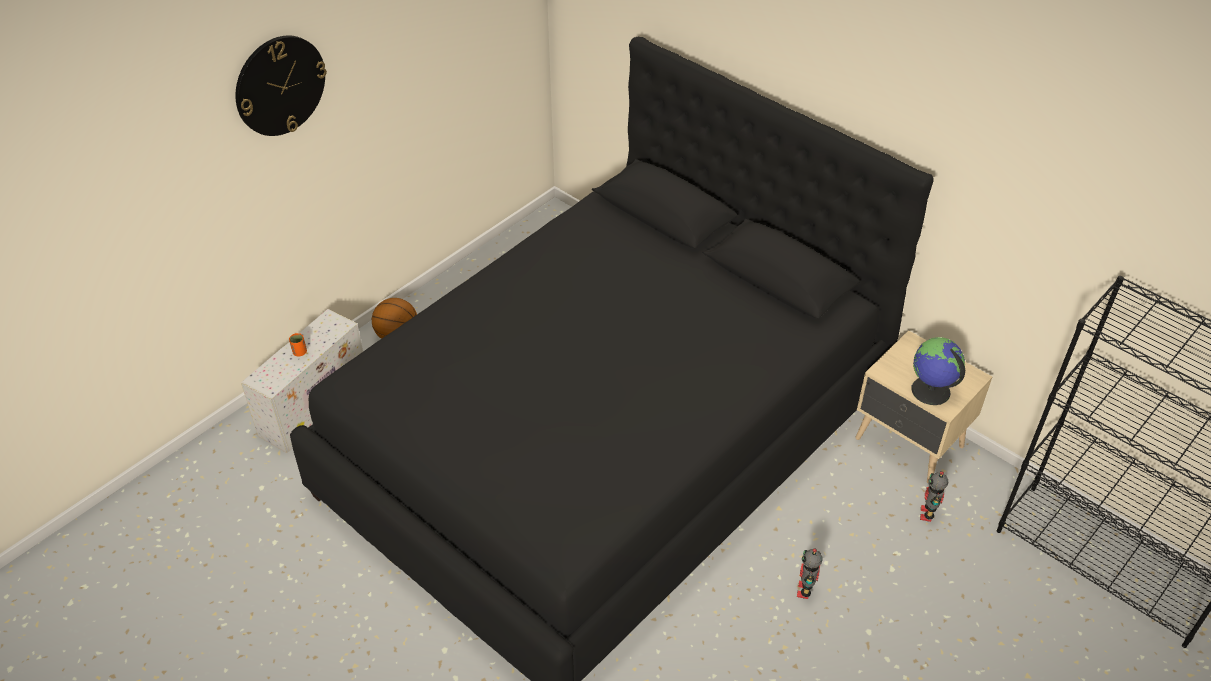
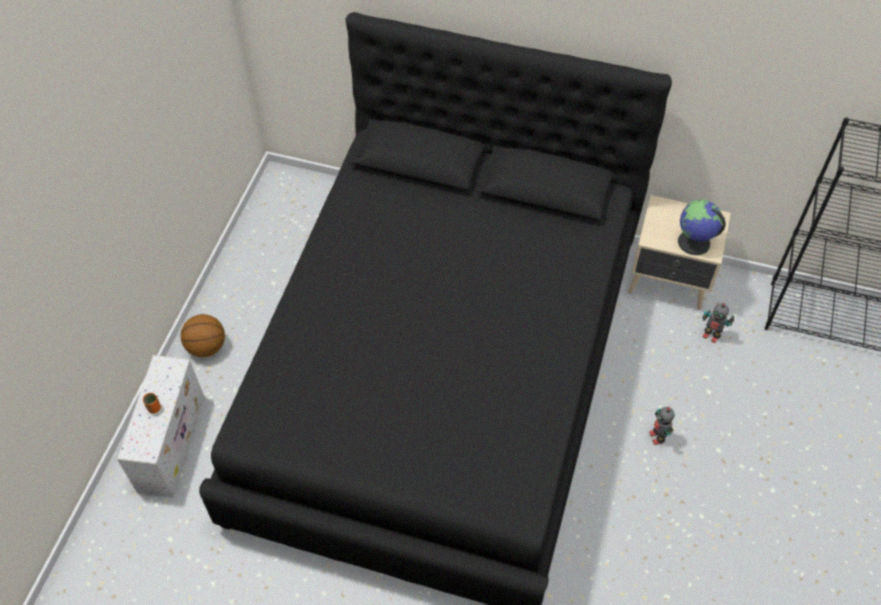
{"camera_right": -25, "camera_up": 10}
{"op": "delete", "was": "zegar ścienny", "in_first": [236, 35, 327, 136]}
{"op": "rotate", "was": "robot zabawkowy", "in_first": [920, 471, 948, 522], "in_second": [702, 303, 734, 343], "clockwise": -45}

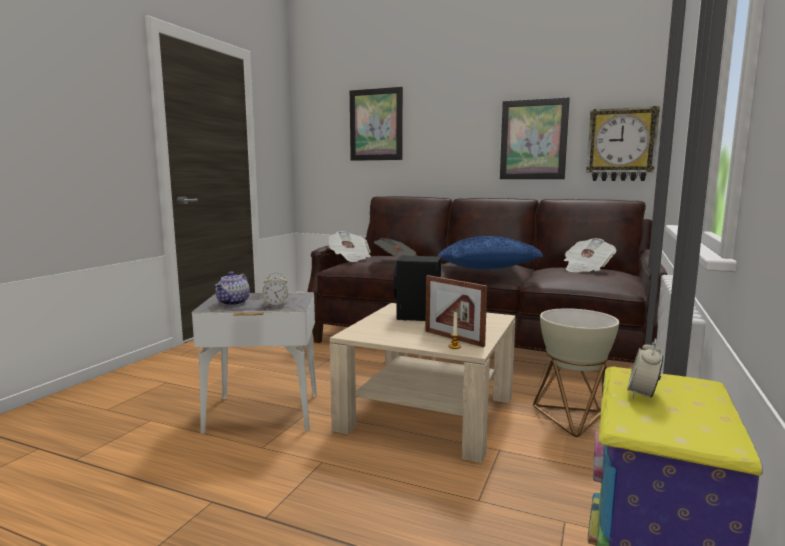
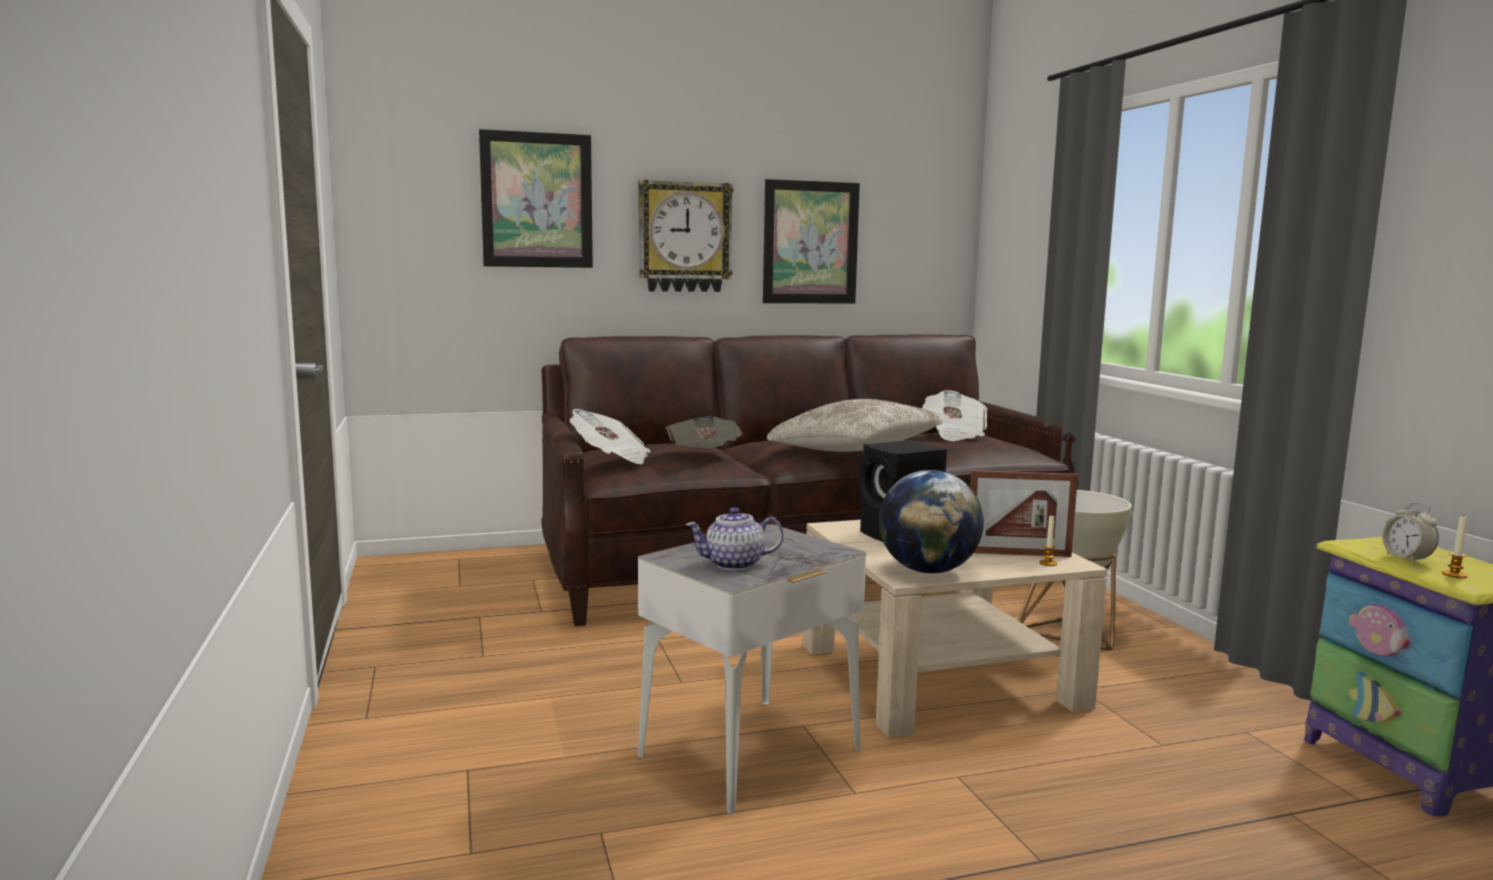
{"camera_right": -40, "camera_up": 0}
{"op": "move", "was": "zegar ścienny", "in_first": [586, 106, 660, 181], "in_second": [638, 180, 734, 292]}
{"op": "recolor", "was": "poduszka [niebieski]", "now": "poduszka [beżowy]", "in_first": [438, 236, 543, 269], "in_second": [767, 399, 943, 452]}
{"op": "rotate", "was": "imbryk", "in_first": [215, 271, 250, 306], "in_second": [685, 507, 784, 570], "clockwise": 105}
{"op": "delete", "was": "budzik", "in_first": [262, 272, 288, 306]}
{"op": "insert", "now": "globus", "in_second": [879, 470, 984, 573]}
{"op": "insert", "now": "świeca", "in_second": [1442, 515, 1468, 578]}

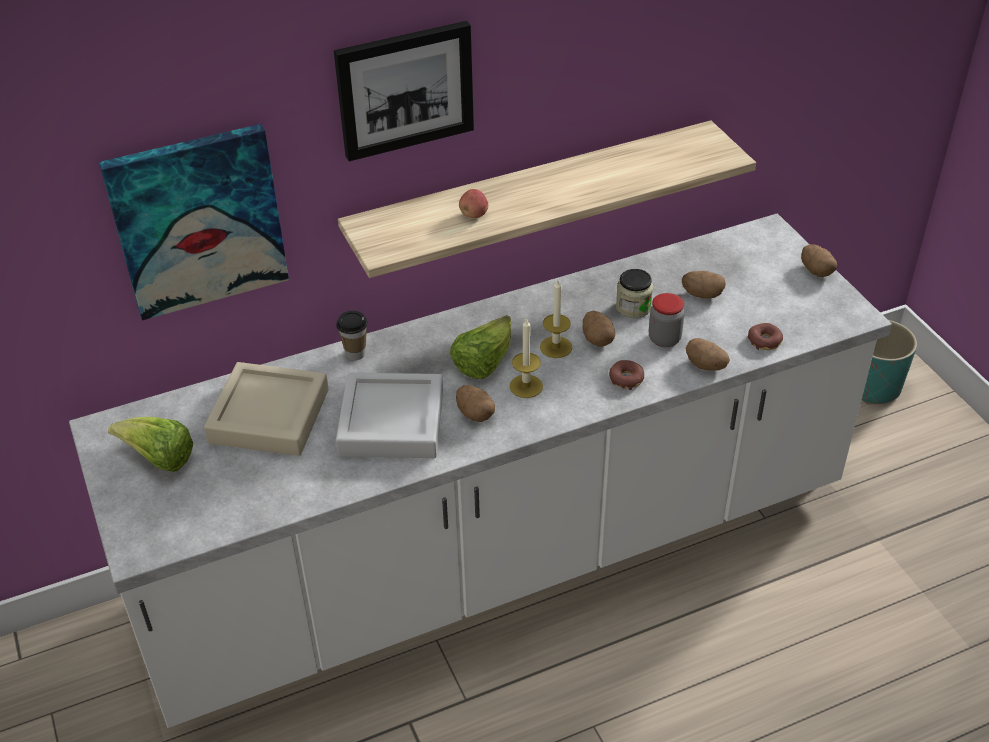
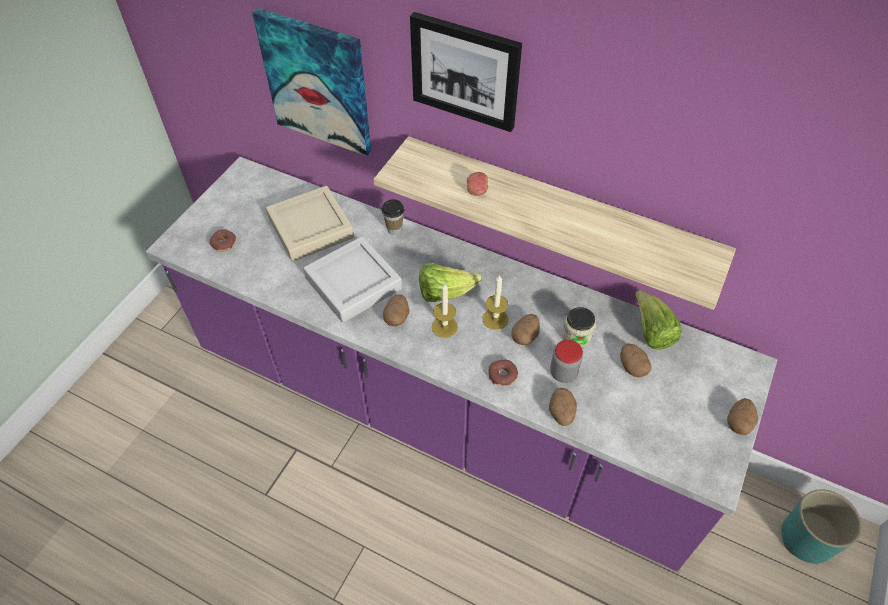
{"camera_right": 50, "camera_up": 10}
{"op": "recolor", "was": "zabudowa kuchenna [biały]", "now": "zabudowa kuchenna [fioletowy]", "in_first": [69, 214, 892, 728], "in_second": [146, 157, 777, 571]}
{"op": "move", "was": "donut", "in_first": [748, 323, 783, 350], "in_second": [210, 229, 236, 251]}
{"op": "move", "was": "sałata", "in_first": [108, 417, 193, 472], "in_second": [635, 290, 682, 350]}

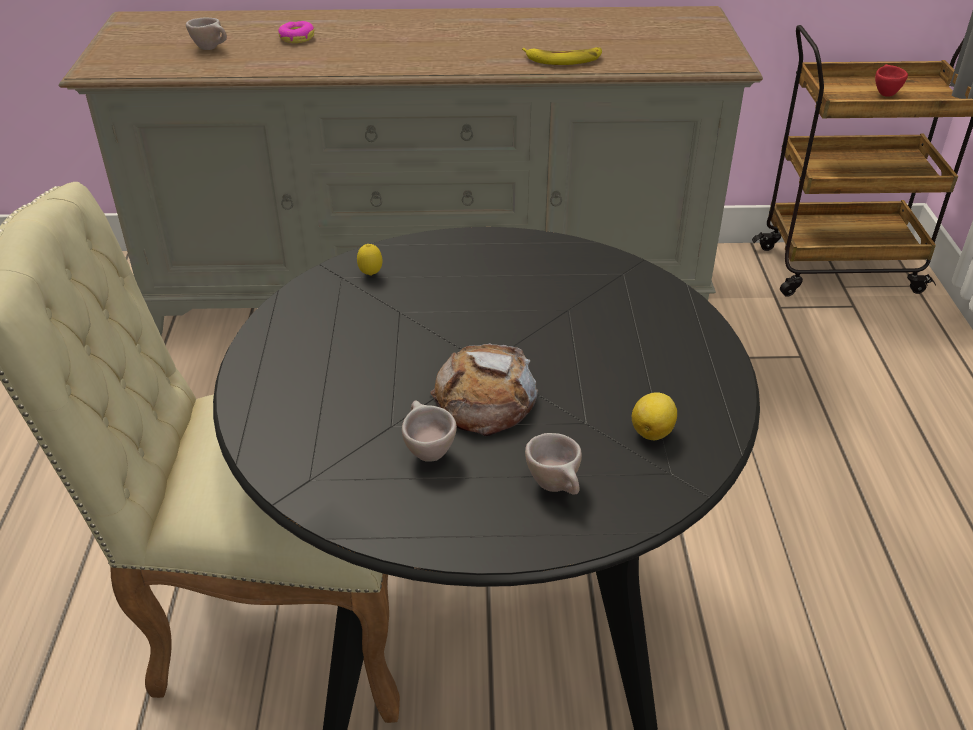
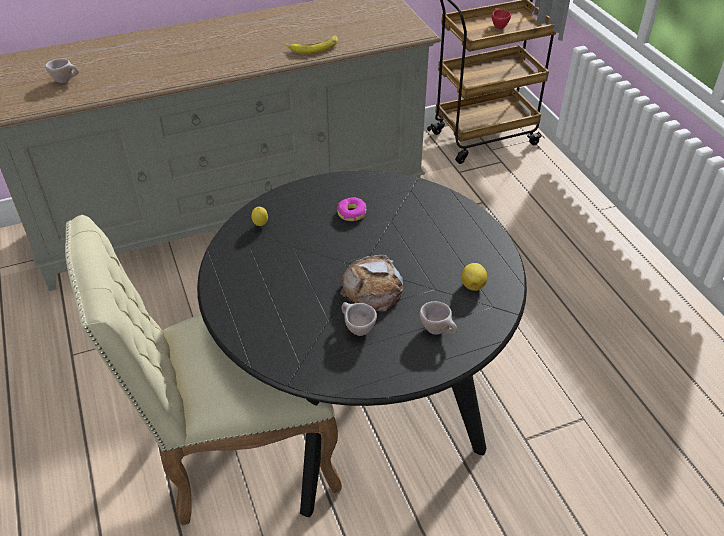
{"camera_right": -20, "camera_up": 5}
{"op": "move", "was": "donut", "in_first": [278, 21, 314, 43], "in_second": [337, 197, 366, 221]}

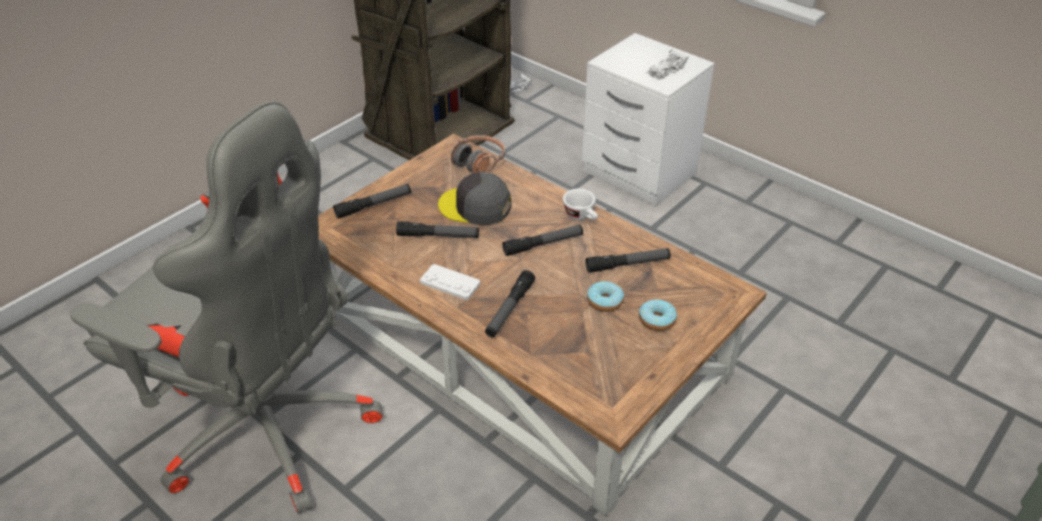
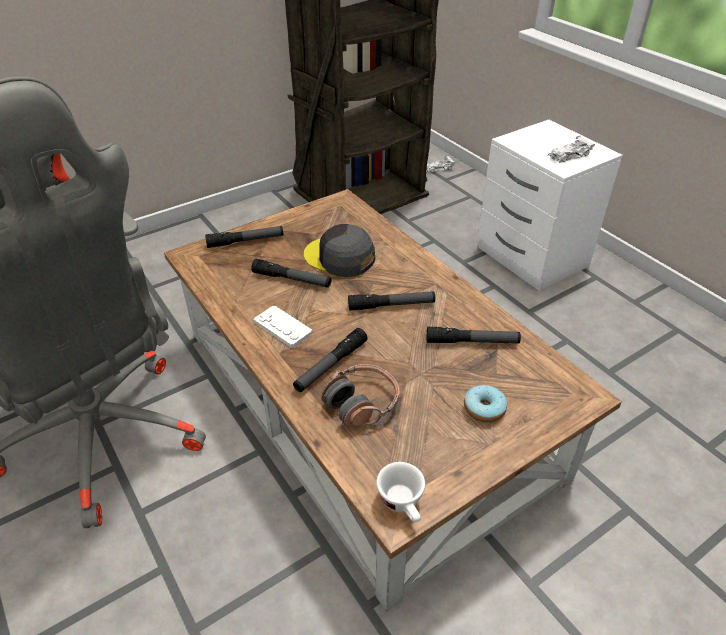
{"camera_right": 15, "camera_up": 0}
{"op": "move", "was": "słuchawki", "in_first": [451, 135, 505, 173], "in_second": [321, 364, 399, 428]}
{"op": "move", "was": "filiżanka [biały]", "in_first": [563, 189, 598, 220], "in_second": [376, 462, 425, 522]}
{"op": "delete", "was": "donut", "in_first": [587, 281, 624, 312]}

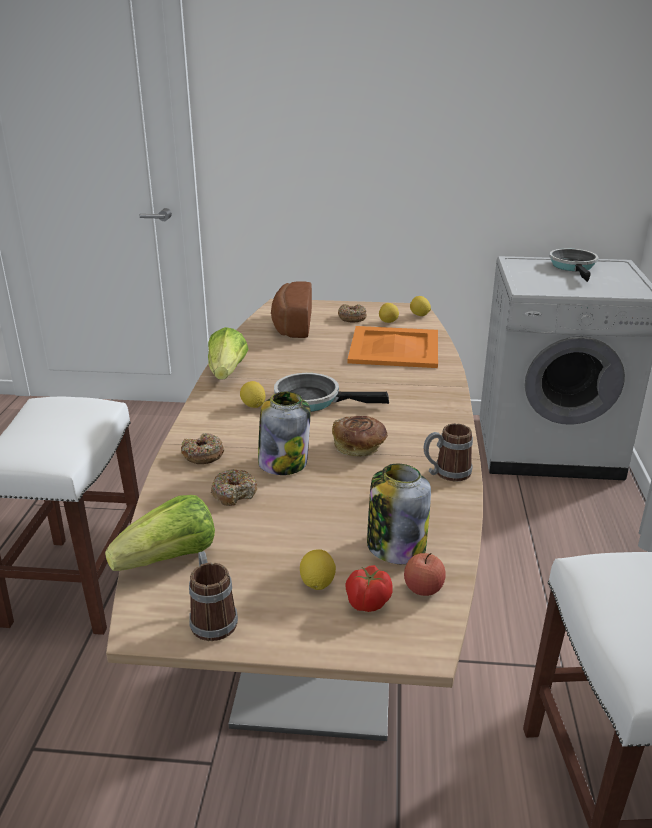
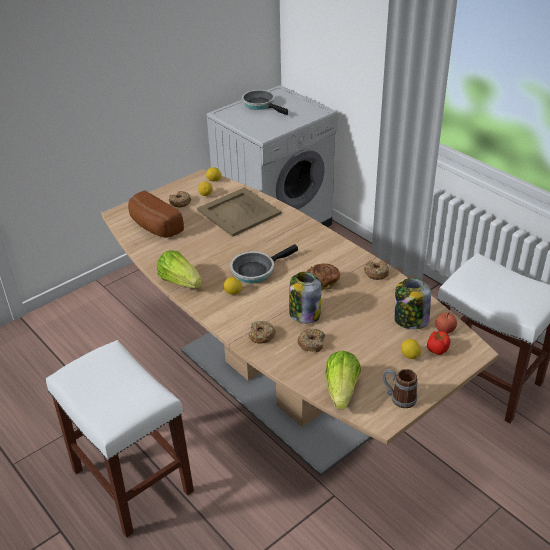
{"camera_right": -45, "camera_up": 10}
{"op": "recolor", "was": "taca [pomarańczowy]", "now": "taca [beżowy]", "in_first": [347, 326, 438, 368], "in_second": [197, 187, 281, 237]}
{"op": "replace", "was": "kubek", "now": "donut", "in_first": [423, 423, 473, 482], "in_second": [364, 260, 389, 280]}

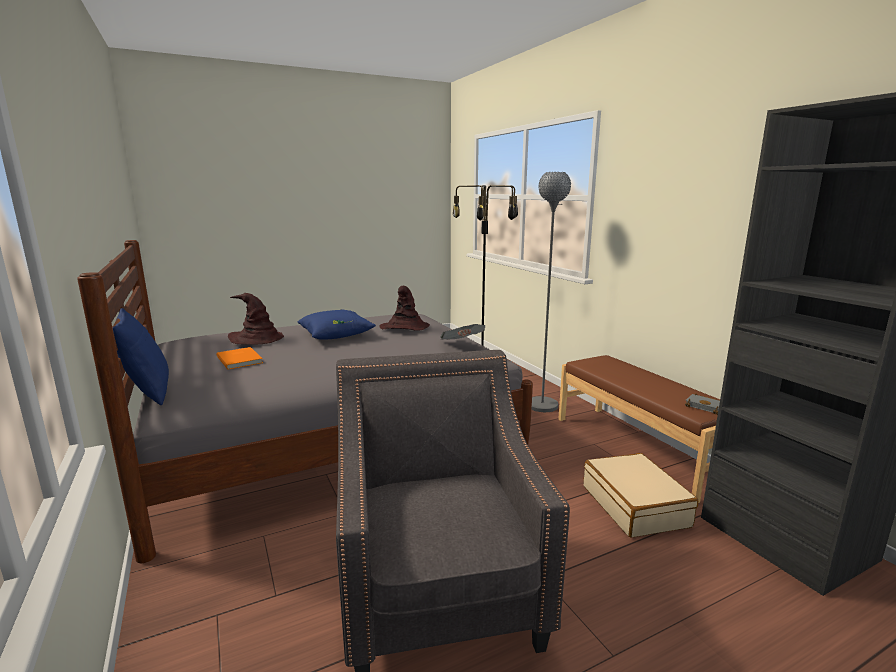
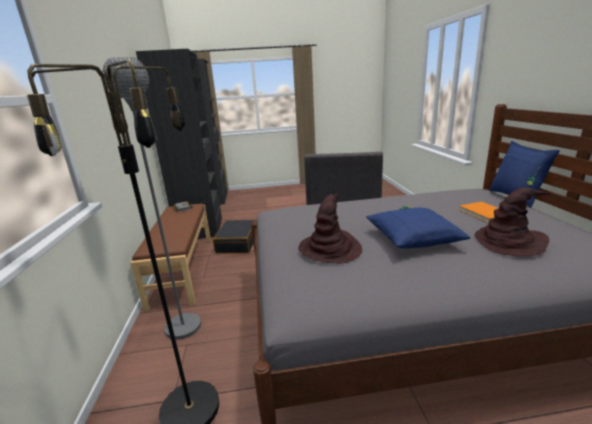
{"camera_right": -160, "camera_up": 5}
{"op": "delete", "was": "gazeta", "in_first": [441, 324, 485, 340]}
{"op": "recolor", "was": "walizka [beżowy]", "now": "walizka [czarny]", "in_first": [583, 453, 698, 538], "in_second": [213, 220, 256, 253]}

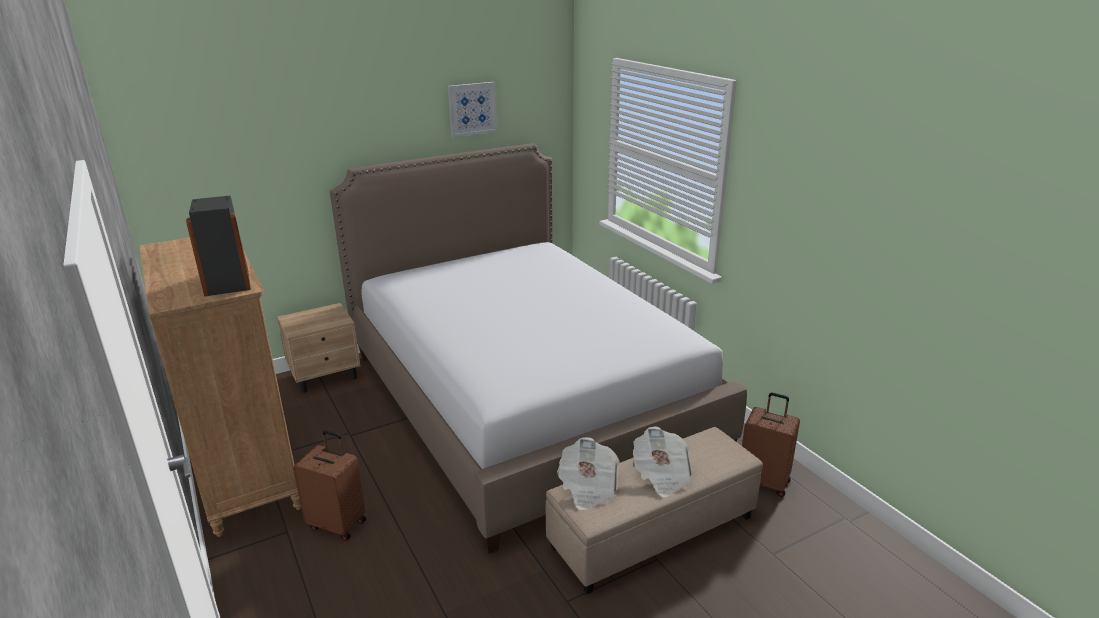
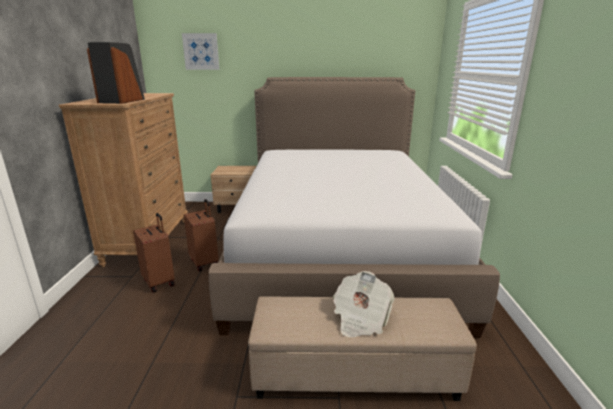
{"camera_right": 30, "camera_up": -5}
{"op": "move", "was": "obraz", "in_first": [448, 82, 497, 137], "in_second": [182, 33, 219, 70]}
{"op": "move", "was": "walizka [brązowy]", "in_first": [742, 392, 800, 497], "in_second": [184, 199, 219, 271]}
{"op": "delete", "was": "gazeta", "in_first": [557, 437, 619, 510]}

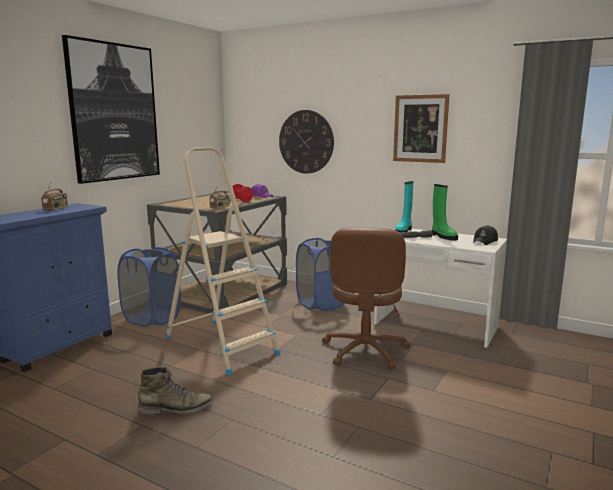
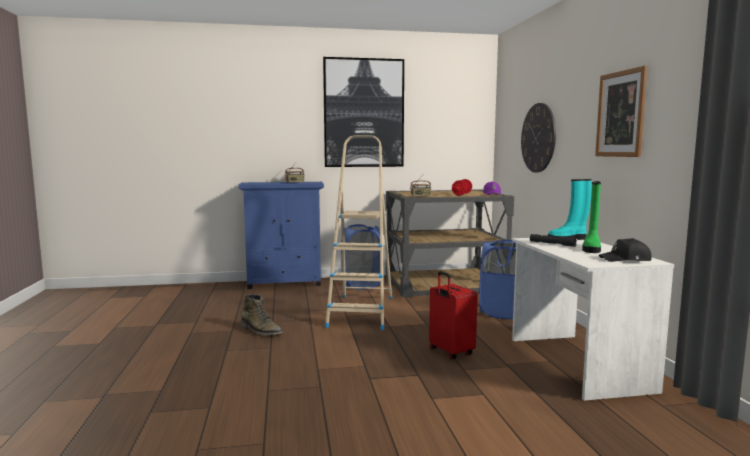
{"camera_right": 50, "camera_up": -5}
{"op": "replace", "was": "krzesło biurowe [brązowy]", "now": "walizka [czerwony]", "in_first": [322, 227, 410, 370], "in_second": [429, 271, 478, 359]}

